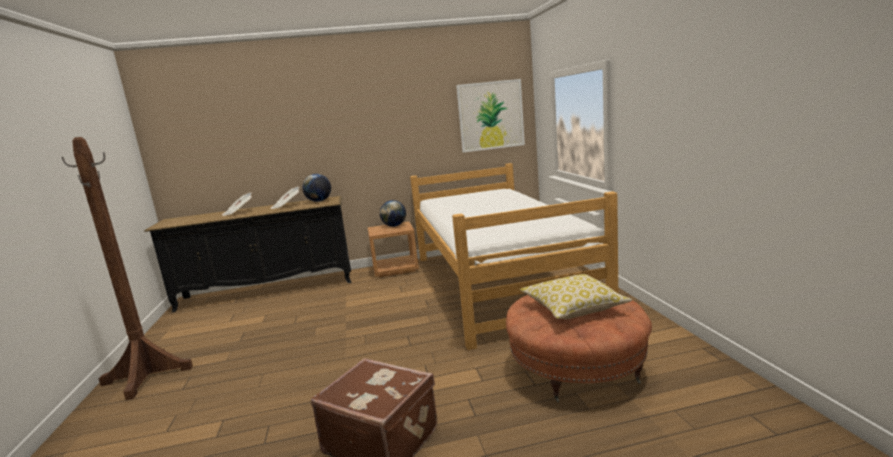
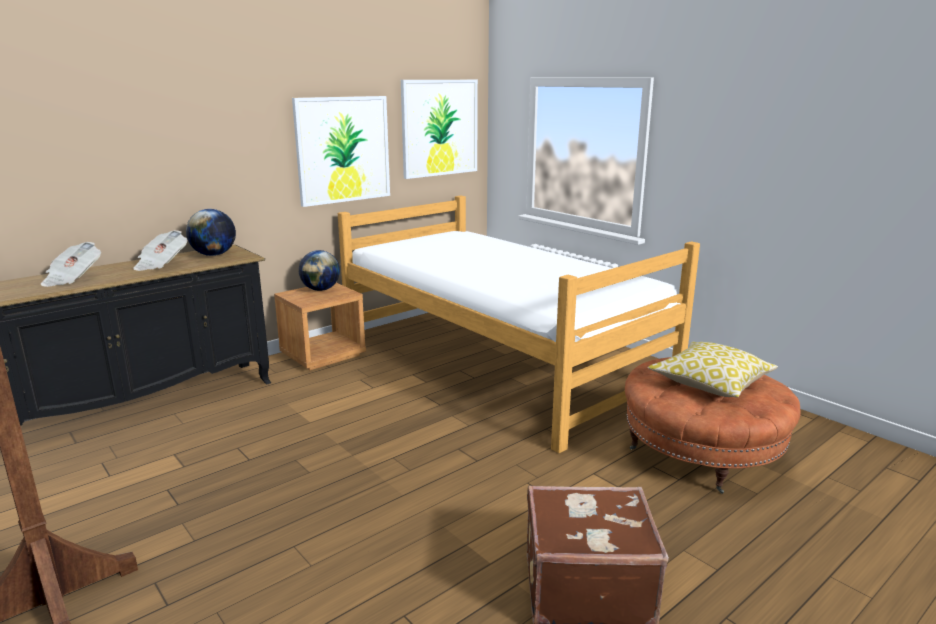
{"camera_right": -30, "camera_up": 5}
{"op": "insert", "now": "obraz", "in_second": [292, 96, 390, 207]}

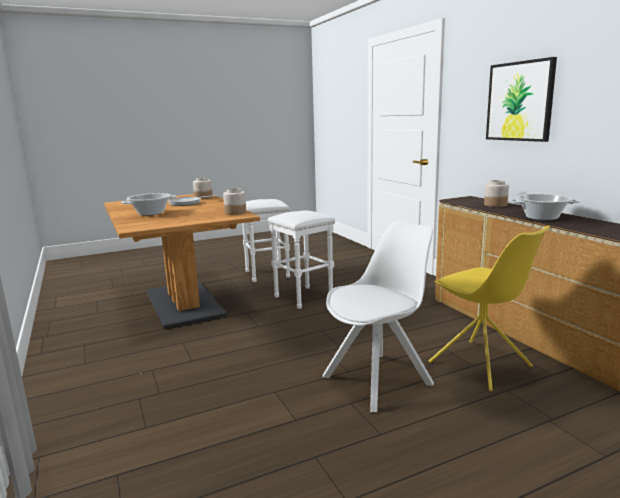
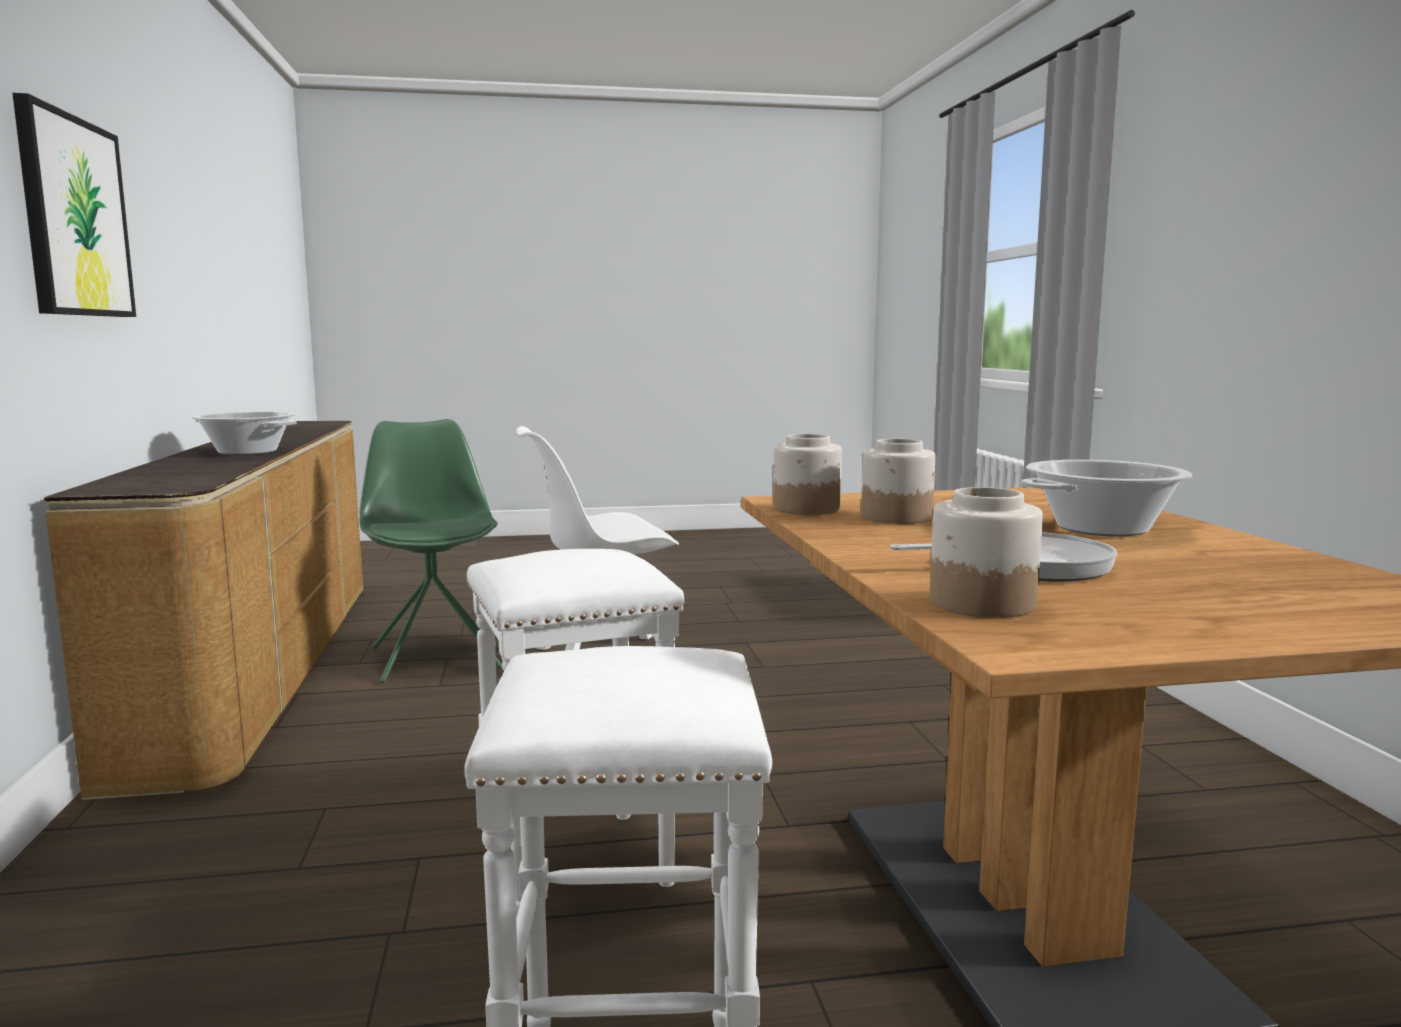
{"camera_right": -165, "camera_up": -5}
{"op": "move", "was": "słoik", "in_first": [484, 180, 509, 207], "in_second": [861, 439, 935, 524]}
{"op": "recolor", "was": "krzesło [żółty]", "now": "krzesło [zielony]", "in_first": [429, 225, 550, 391], "in_second": [359, 419, 502, 683]}

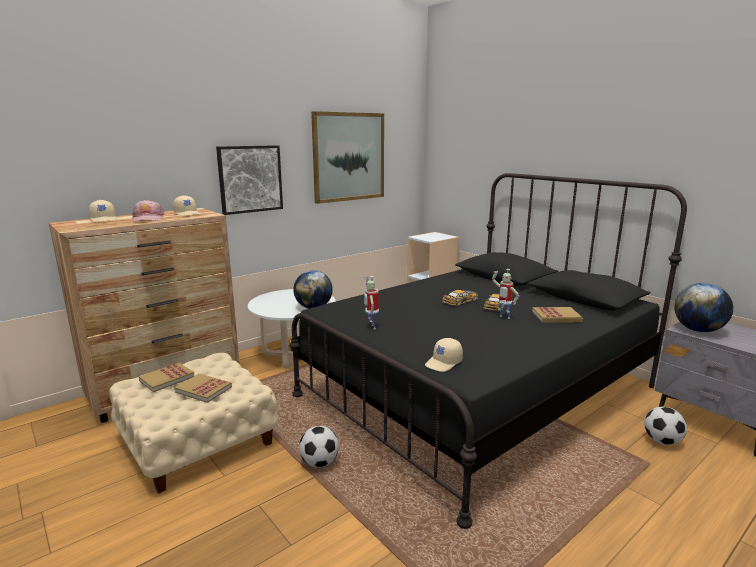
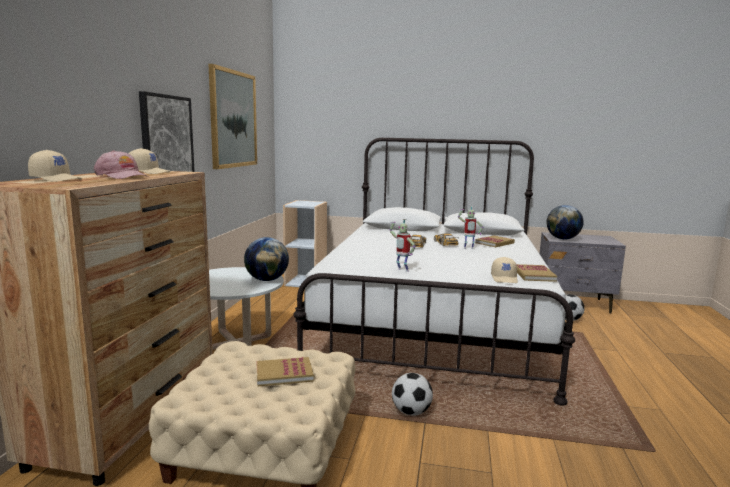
{"camera_right": -40, "camera_up": -5}
{"op": "recolor", "was": "łóżko [czarny]", "now": "łóżko [biały]", "in_first": [289, 173, 687, 529], "in_second": [293, 138, 575, 406]}
{"op": "move", "was": "książka", "in_first": [139, 363, 194, 392], "in_second": [516, 264, 557, 282]}

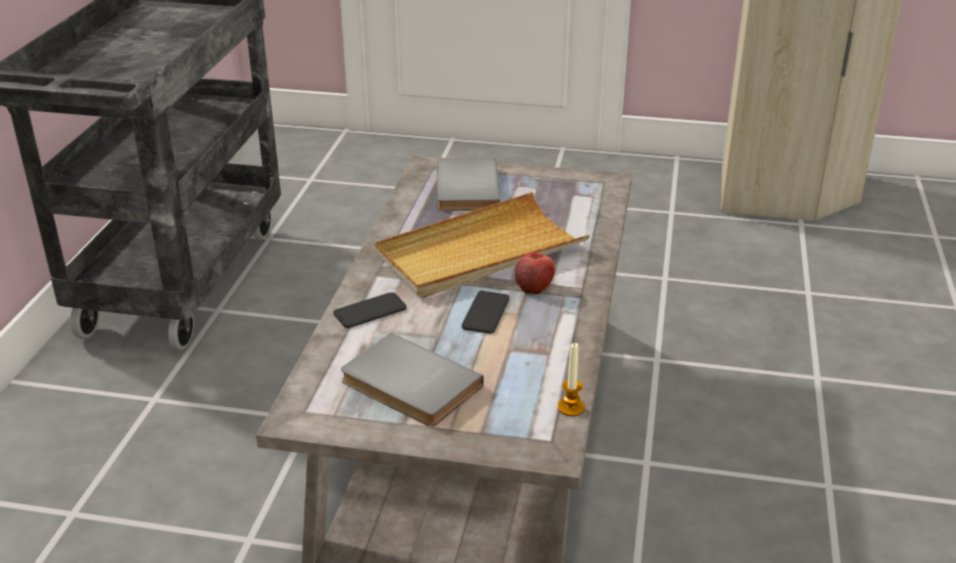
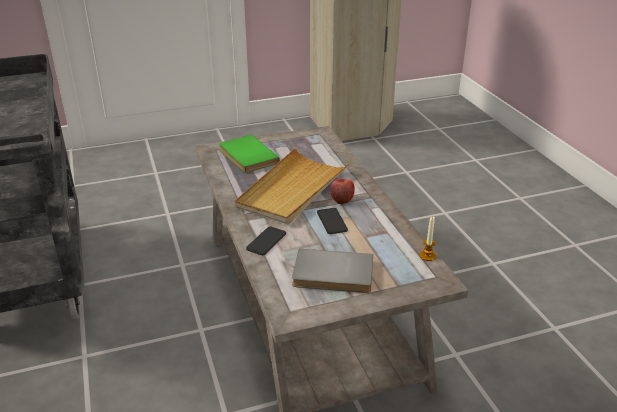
{"camera_right": -30, "camera_up": 0}
{"op": "recolor", "was": "książka [szary]", "now": "książka [zielony]", "in_first": [437, 158, 500, 211], "in_second": [219, 135, 280, 173]}

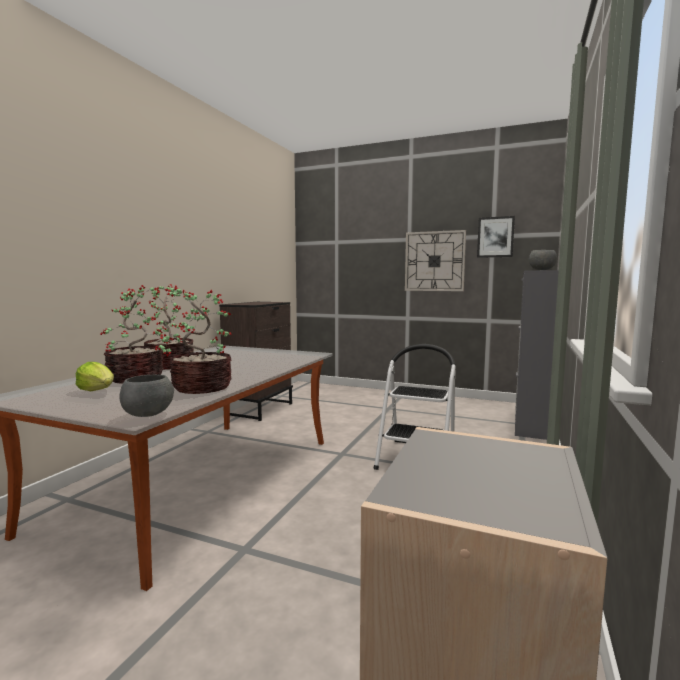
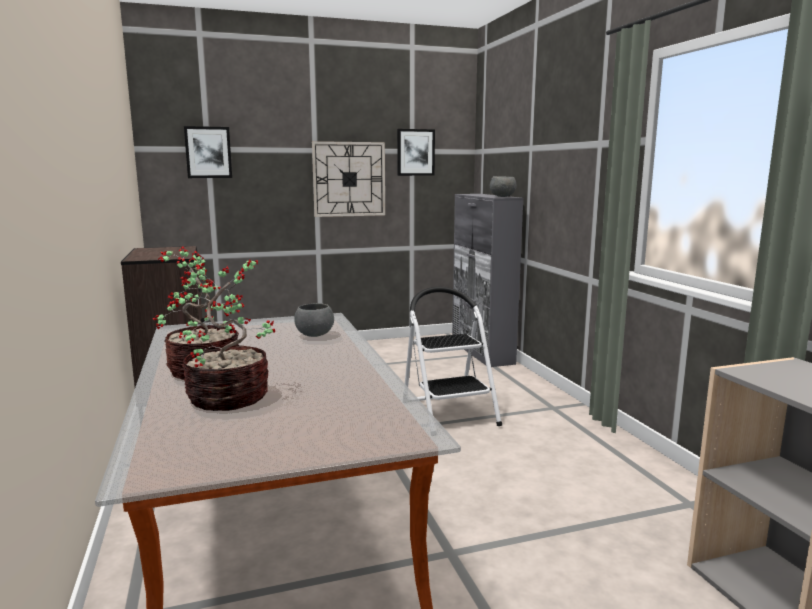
{"camera_right": -40, "camera_up": 5}
{"op": "delete", "was": "roślina doniczkowa", "in_first": [155, 286, 231, 394]}
{"op": "delete", "was": "sałata", "in_first": [76, 362, 114, 391]}
{"op": "move", "was": "miska [szary]", "in_first": [120, 375, 174, 417], "in_second": [294, 303, 334, 337]}
{"op": "insert", "now": "obraz", "in_second": [184, 126, 232, 178]}

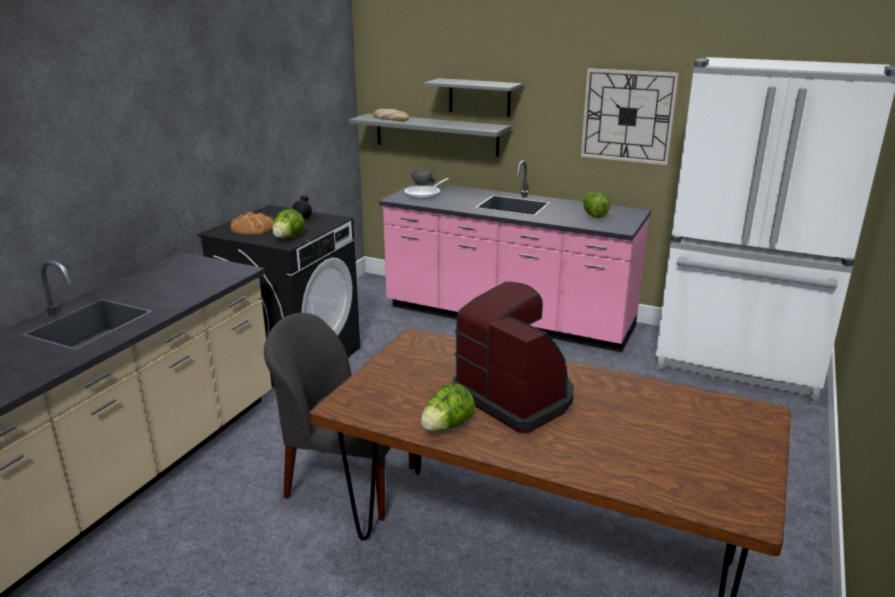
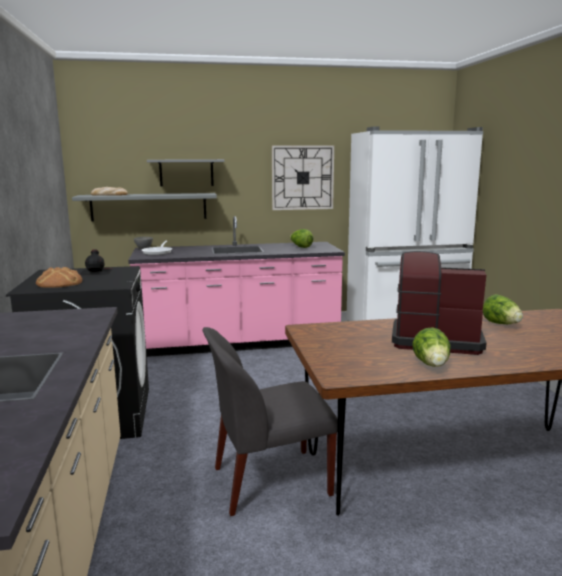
{"camera_right": -35, "camera_up": -10}
{"op": "move", "was": "sałata", "in_first": [272, 209, 305, 239], "in_second": [483, 294, 523, 324]}

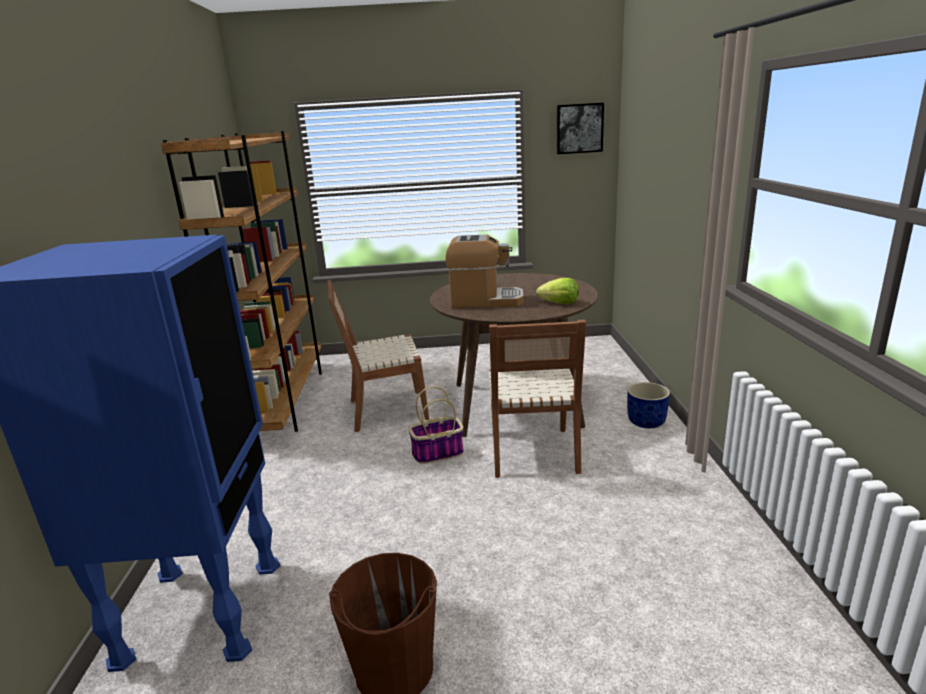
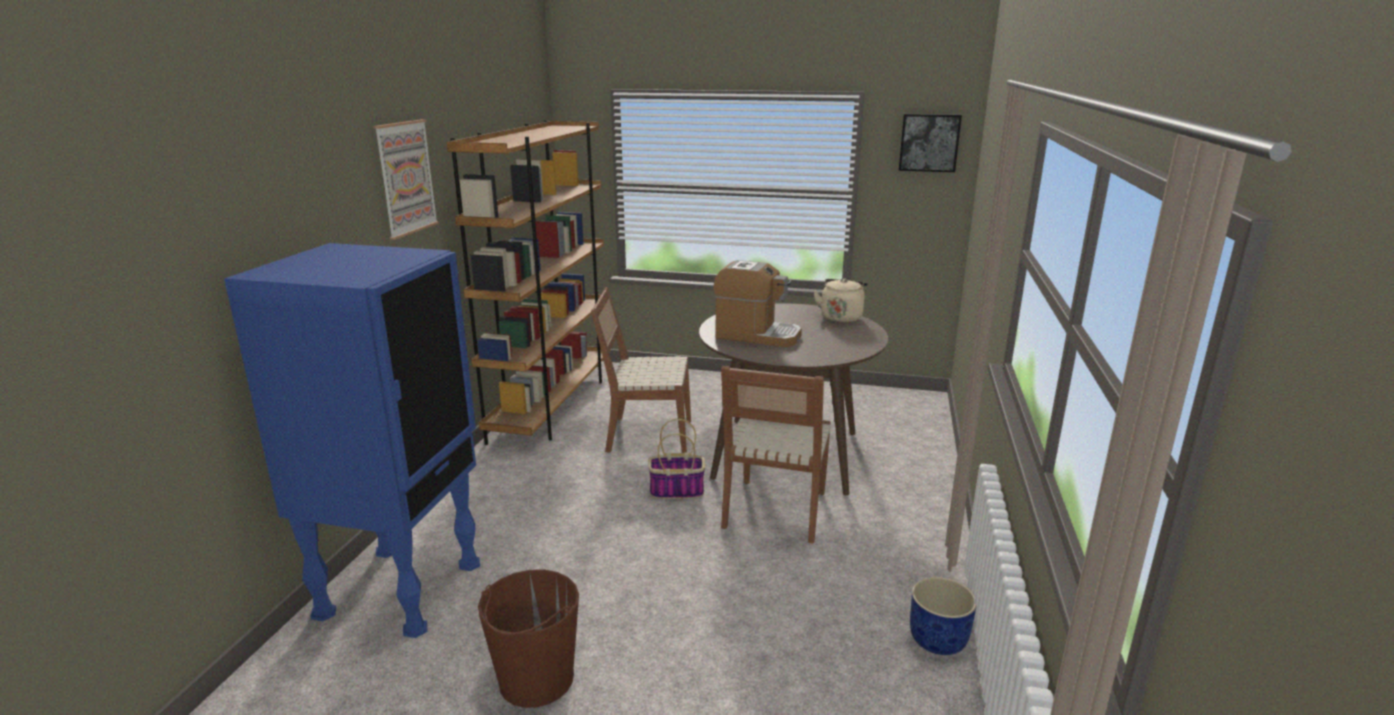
{"camera_right": 15, "camera_up": 0}
{"op": "delete", "was": "sałata", "in_first": [536, 278, 579, 304]}
{"op": "move", "was": "donica [niebieski]", "in_first": [627, 382, 670, 428], "in_second": [910, 577, 977, 655]}
{"op": "insert", "now": "obraz", "in_second": [373, 119, 439, 240]}
{"op": "insert", "now": "czajnik [beżowy]", "in_second": [813, 279, 867, 322]}

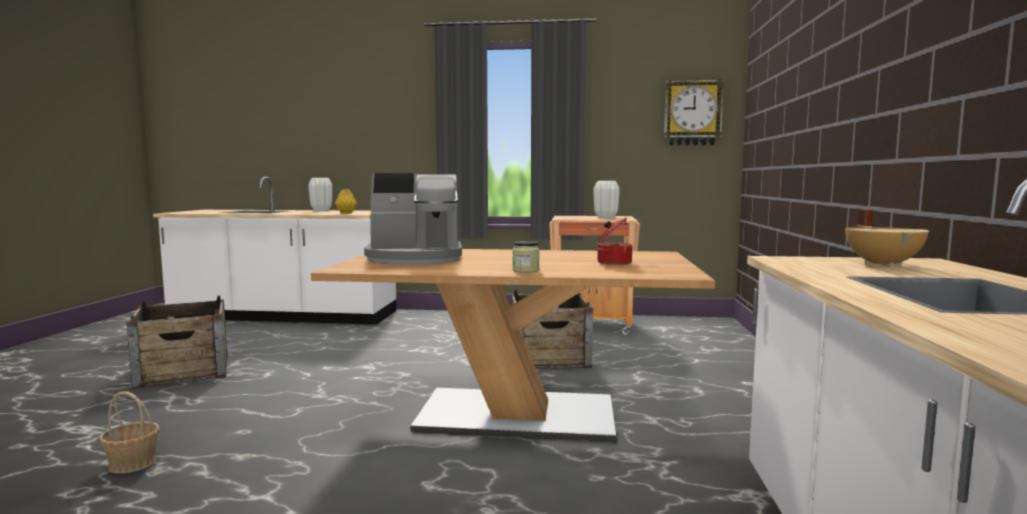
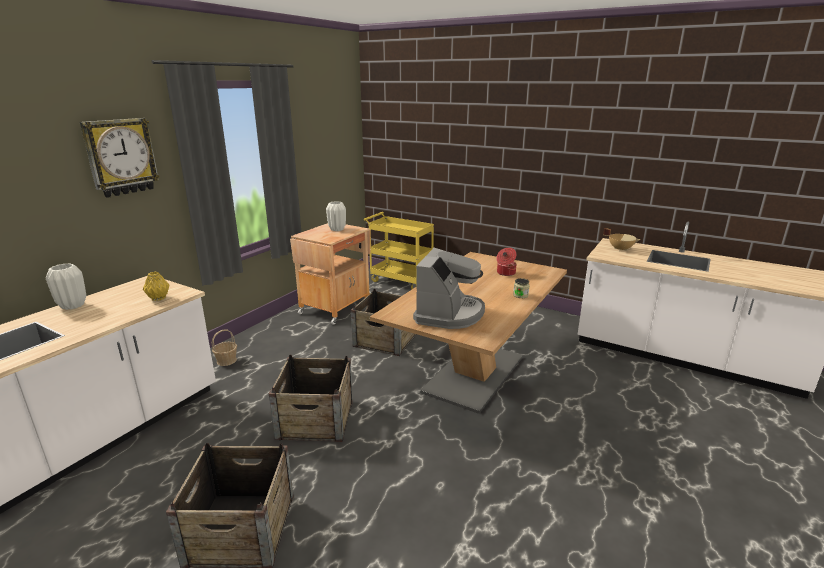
{"camera_right": -65, "camera_up": 15}
{"op": "move", "was": "zegar ścienny", "in_first": [664, 79, 724, 145], "in_second": [80, 118, 160, 198]}
{"op": "move", "was": "koszyk", "in_first": [99, 392, 160, 474], "in_second": [212, 329, 237, 366]}
{"op": "insert", "now": "wózek [żółty]", "in_second": [364, 212, 434, 289]}
{"op": "insert", "now": "skrzynka", "in_second": [269, 355, 353, 442]}

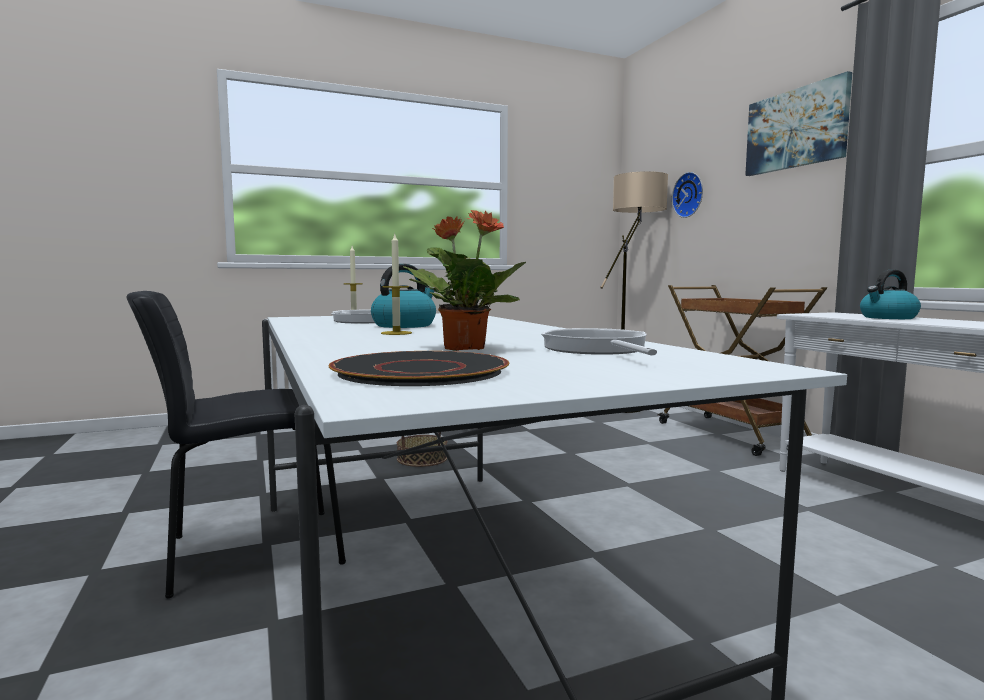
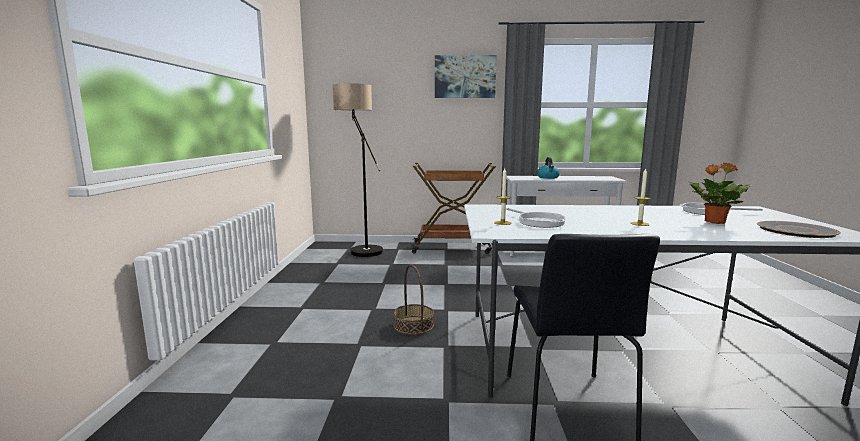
{"camera_right": -65, "camera_up": 5}
{"op": "delete", "was": "zegar ścienny", "in_first": [672, 172, 703, 218]}
{"op": "delete", "was": "czajnik", "in_first": [371, 264, 436, 328]}

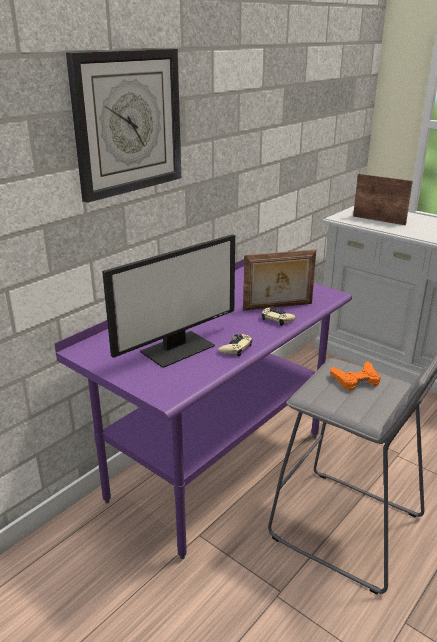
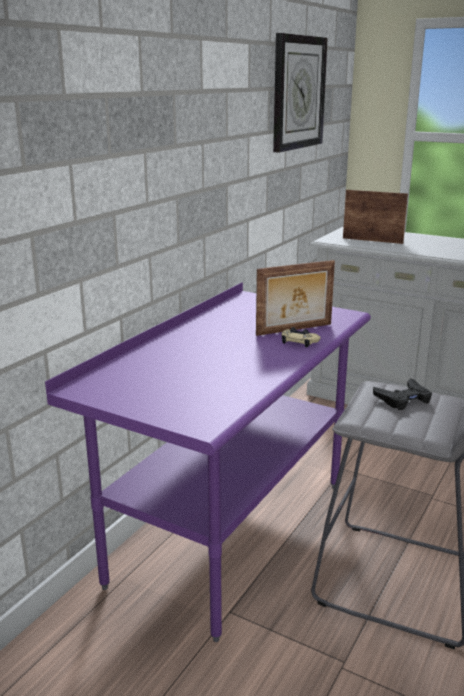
{"camera_right": -10, "camera_up": -5}
{"op": "move", "was": "zegar ścienny", "in_first": [66, 49, 181, 203], "in_second": [273, 33, 328, 152]}
{"op": "delete", "was": "monitor", "in_first": [102, 234, 235, 368]}
{"op": "delete", "was": "pad do gier [beżowy]", "in_first": [218, 334, 252, 357]}
{"op": "recolor", "was": "pad do gier [pomarańczowy]", "now": "pad do gier [czarny]", "in_first": [330, 361, 381, 391], "in_second": [373, 378, 432, 410]}

